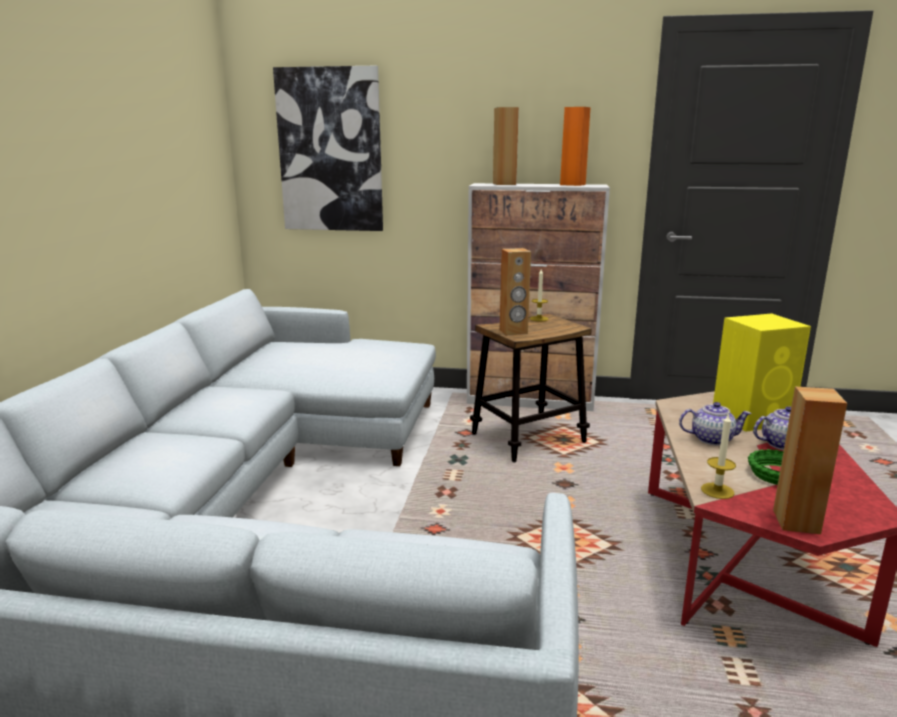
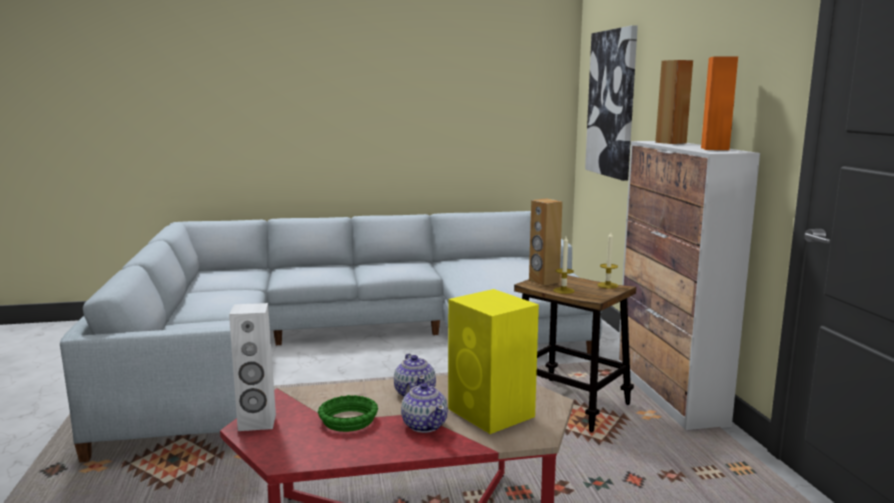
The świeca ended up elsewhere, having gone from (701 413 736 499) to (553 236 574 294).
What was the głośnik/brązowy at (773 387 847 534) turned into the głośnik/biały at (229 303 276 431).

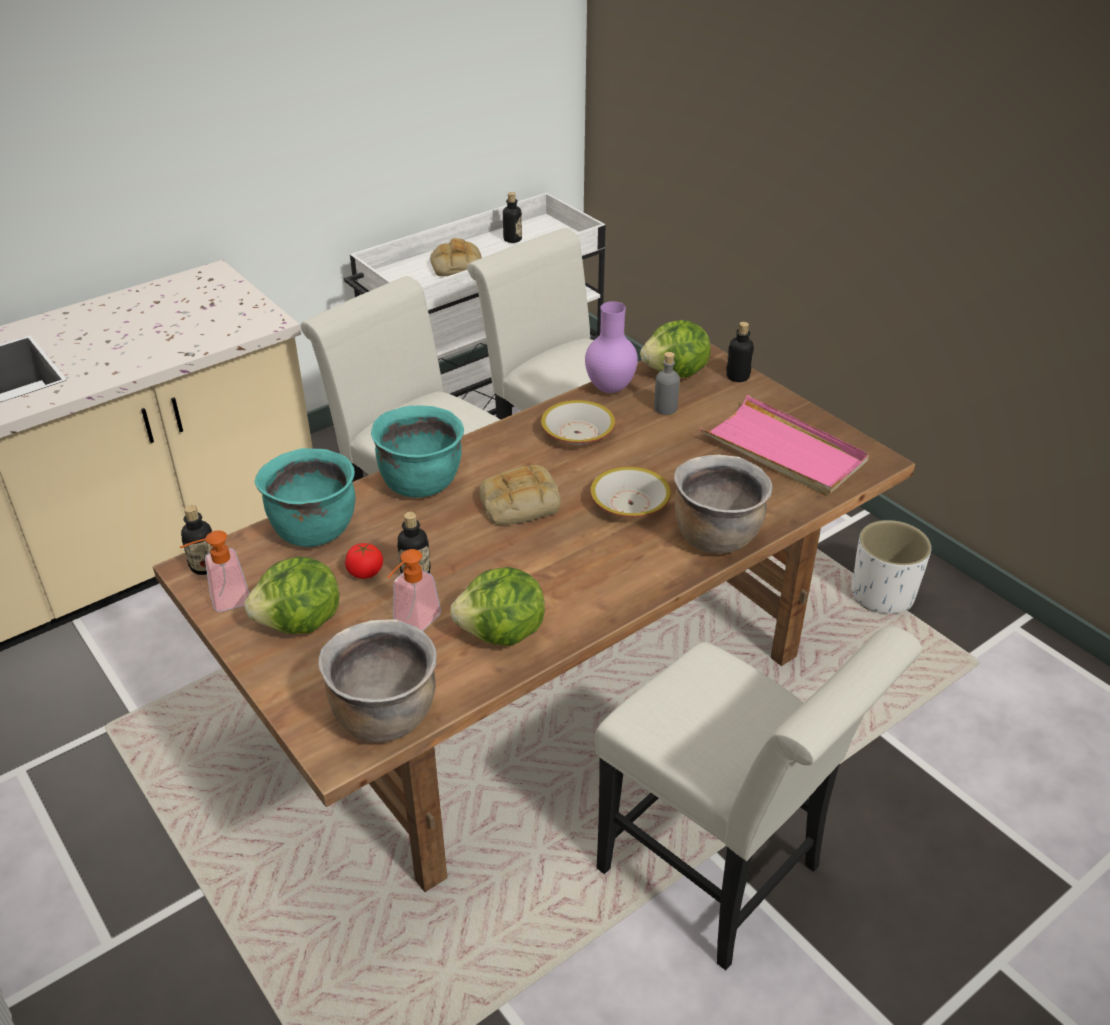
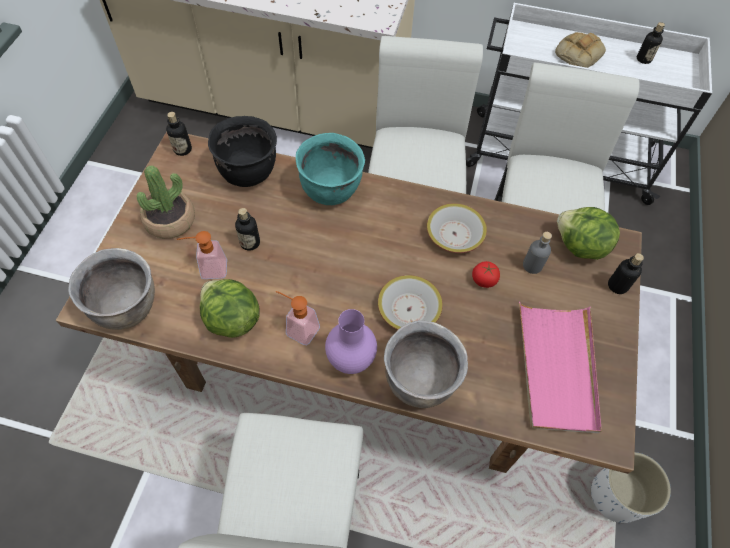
The second view lost the chleb at (480 465 561 525).
The dozownik mydła ended up elsewhere, having gone from (180 530 249 612) to (276 291 320 346).
The pomidor ended up elsewhere, having gone from (345 543 383 579) to (472 261 500 288).
The wazon/fioletowy ended up elsewhere, having gone from (585 301 638 393) to (325 309 377 374).
Where the sałata stood at (245 557 339 634), the roślina doniczkowa came to stand at (137 165 195 239).
What was the garnek/turkusowy at (255 448 356 547) turned into the garnek/czarny at (208 116 277 187).

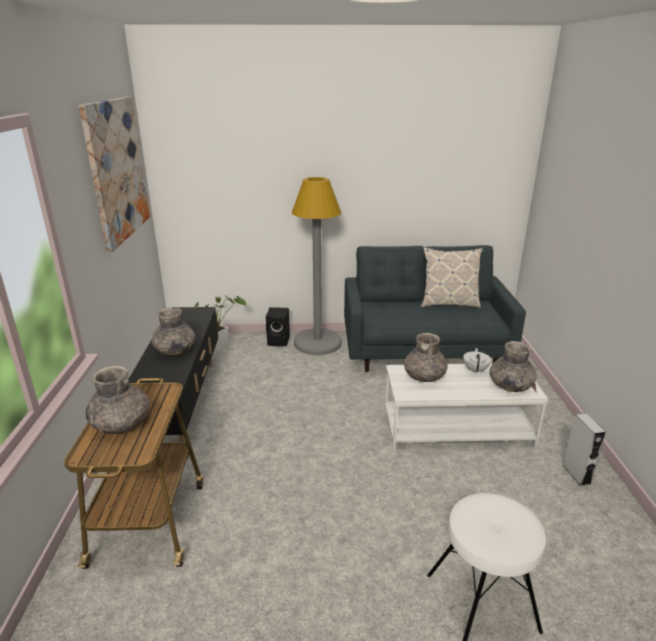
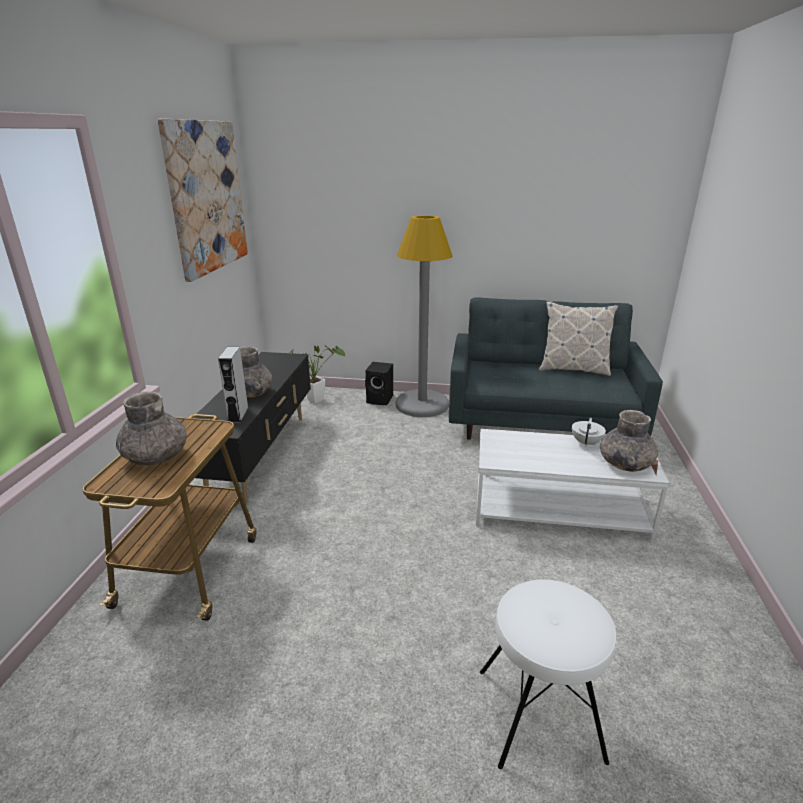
The second view lost the wazon/szary at (404 333 448 382).
The głośnik/szary ended up elsewhere, having gone from (562 413 606 486) to (218 347 248 423).

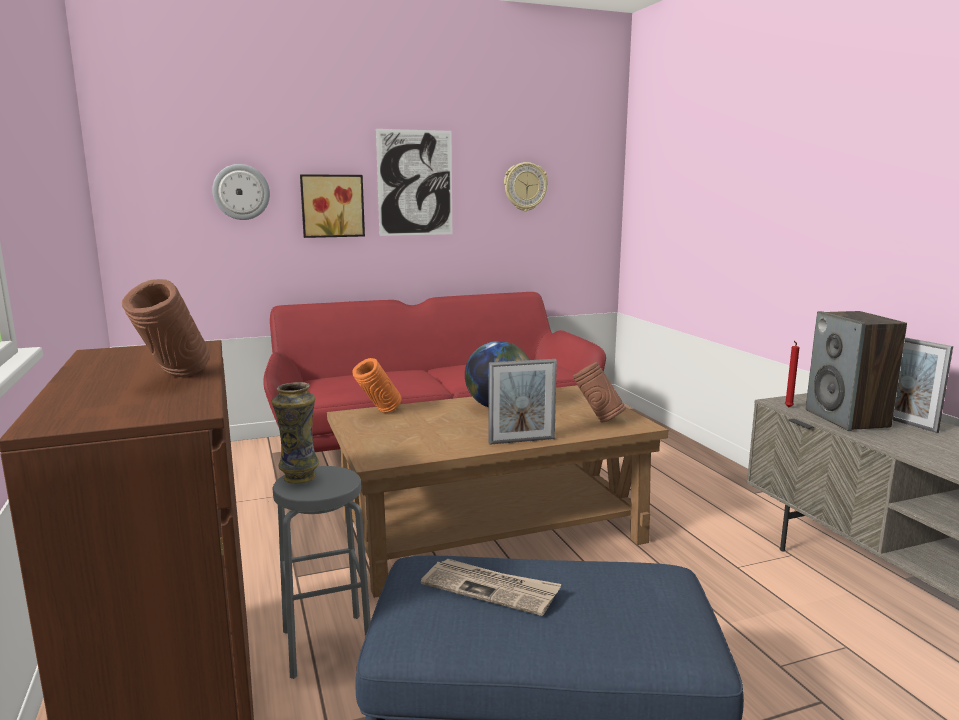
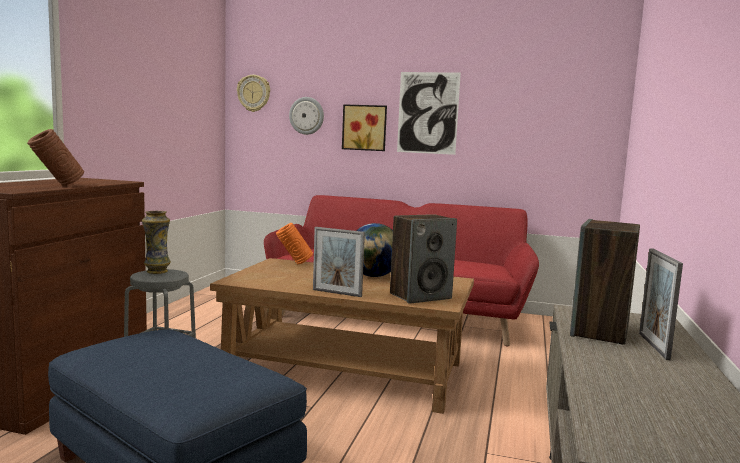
The second view lost the gazeta at (421 558 561 616).
The second view lost the świeca/czerwony at (784 341 799 407).
The zegar ścienny ended up elsewhere, having gone from (504 162 548 211) to (237 75 270 112).
Where the wazon/brązowy stood at (573 362 626 423), the głośnik came to stand at (390 214 457 304).

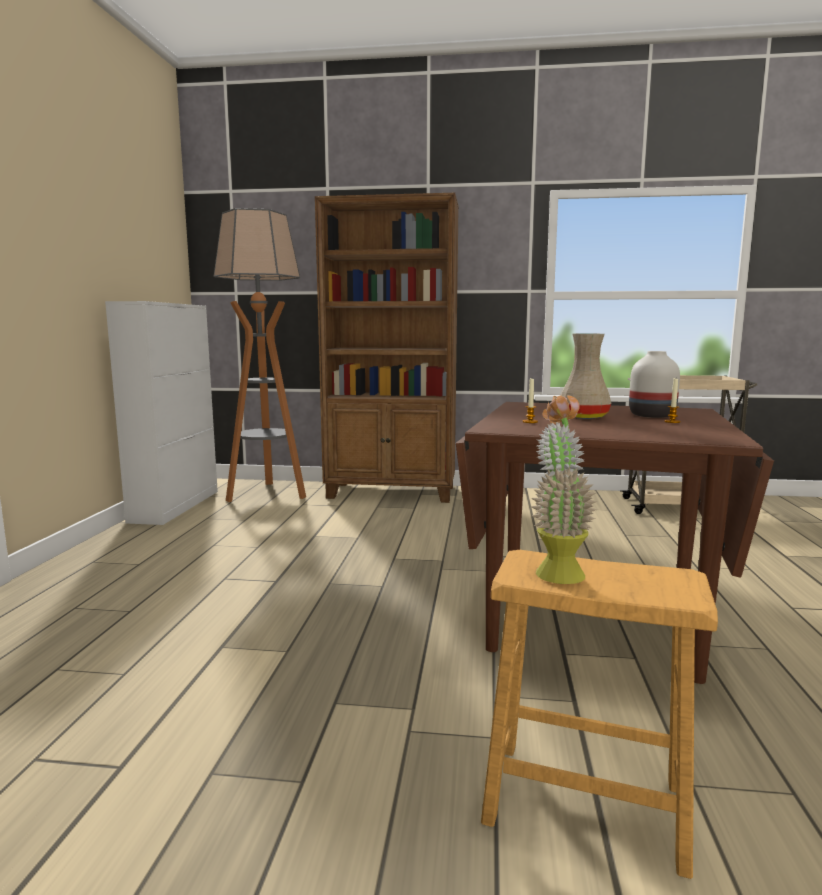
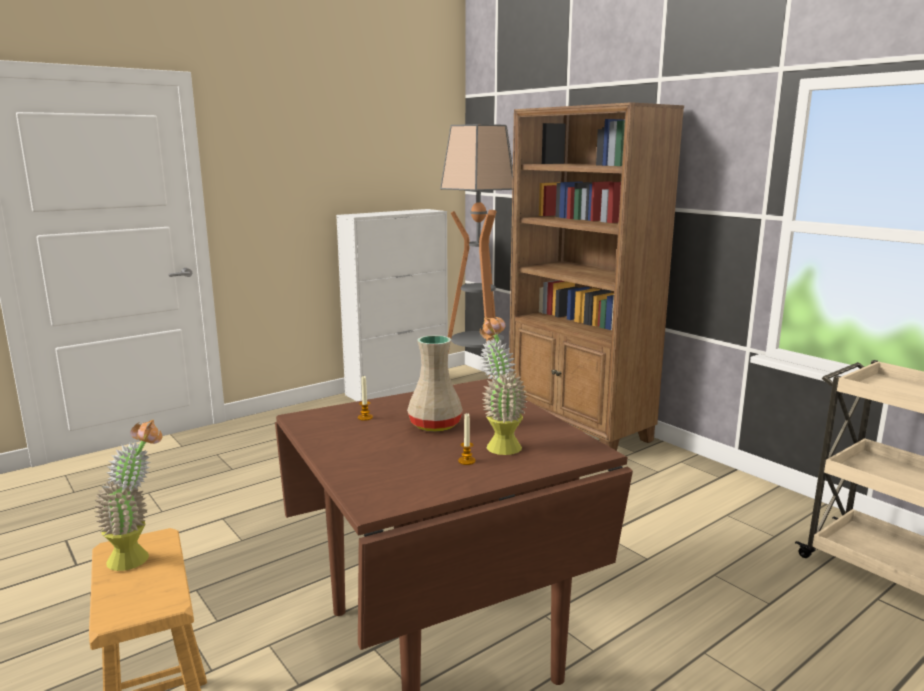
Where the wazon/biały stood at (629 351 680 418), the roślina doniczkowa came to stand at (480 317 528 455).

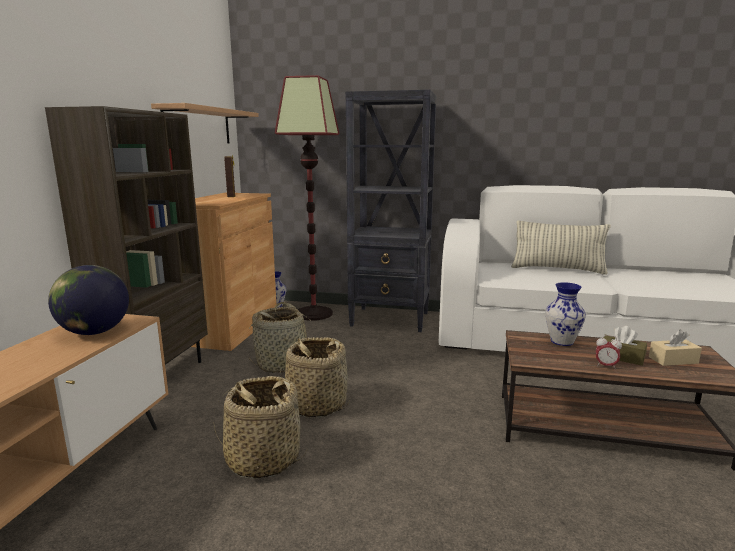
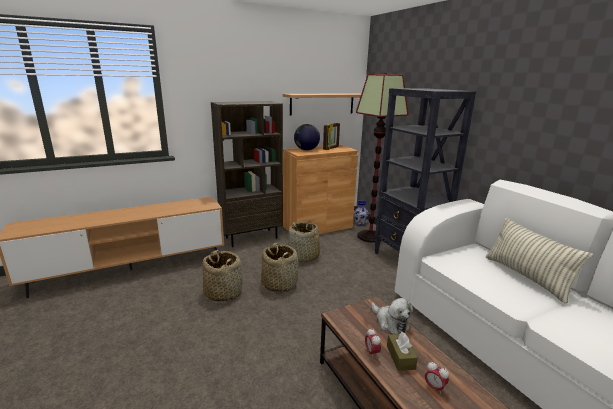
The globus ended up elsewhere, having gone from (48 265 129 335) to (294 124 320 151).
Where the wazon stood at (545 282 586 346), the pluszak came to stand at (371 298 413 334).
Where the pudełko chusteczek/beżowy stood at (649 329 702 366), the budzik came to stand at (425 361 449 394).

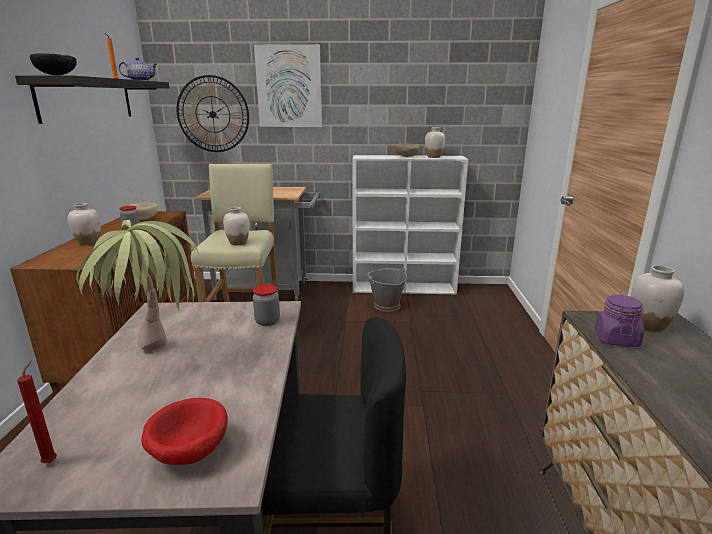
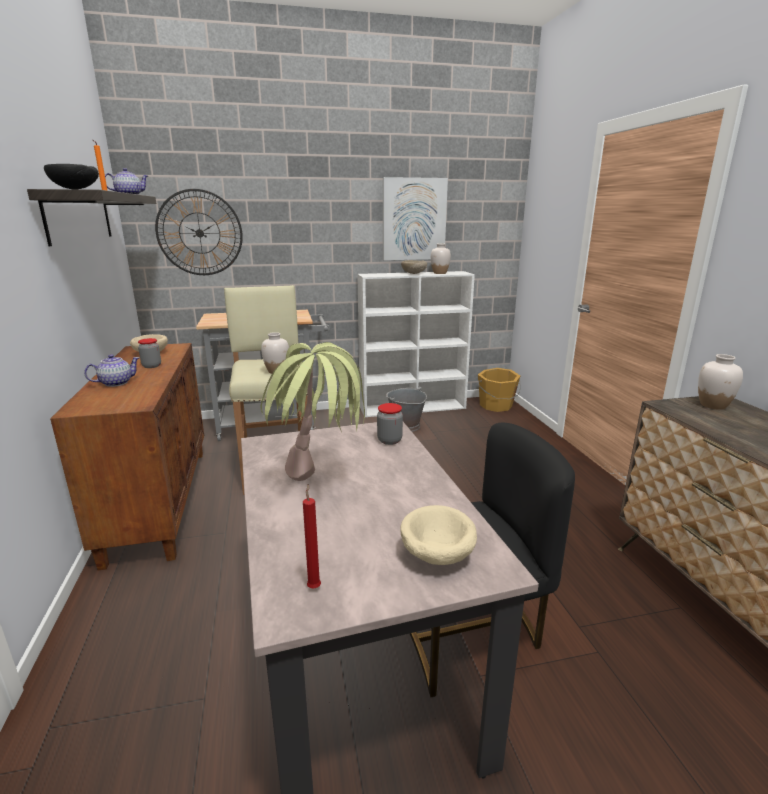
The second view lost the słoik/fioletowy at (595 295 644 347).
The second view gained the wiadro/pomarańczowy at (478 368 521 412).
The obraz ended up elsewhere, having gone from (254 44 322 127) to (383 177 448 260).
Where the wazon/biały stood at (68 203 101 245), the imbryk came to stand at (84 354 140 387).
What was the miska/czerwony at (141 398 228 465) turned into the miska/beżowy at (401 505 477 565).

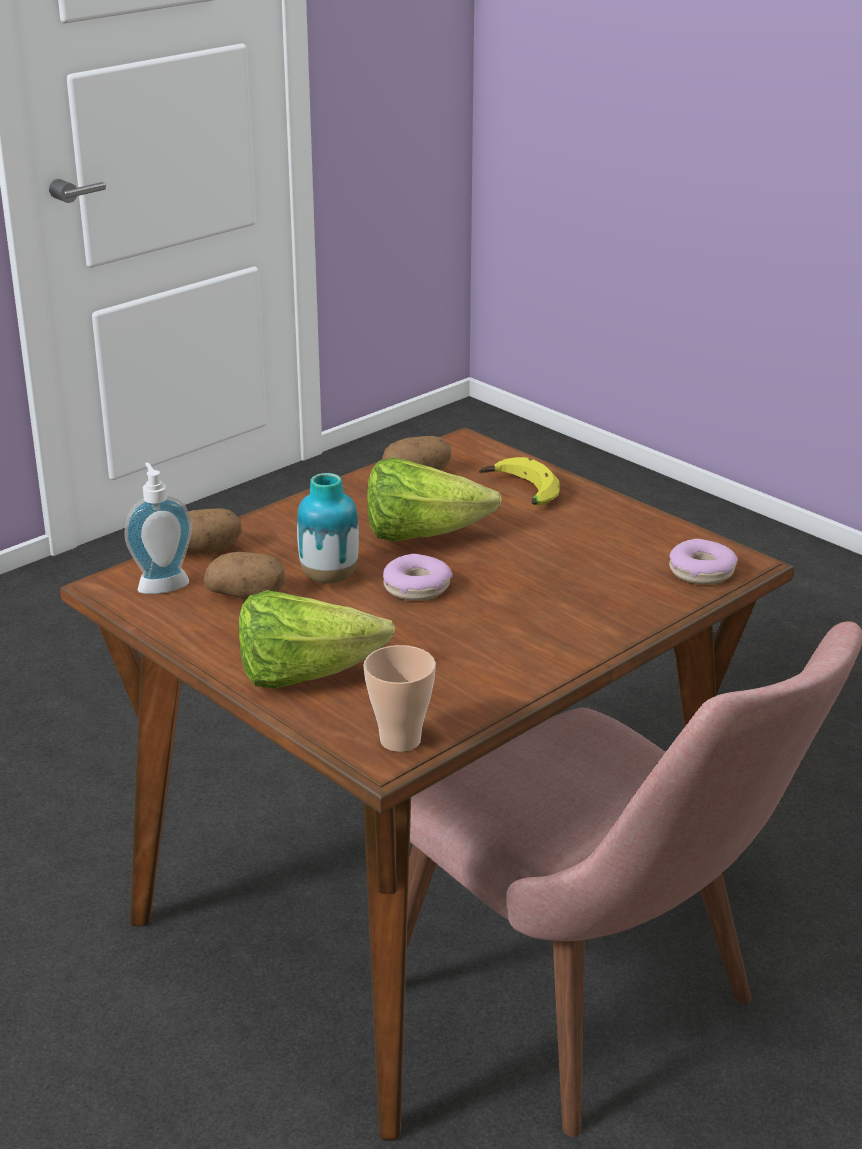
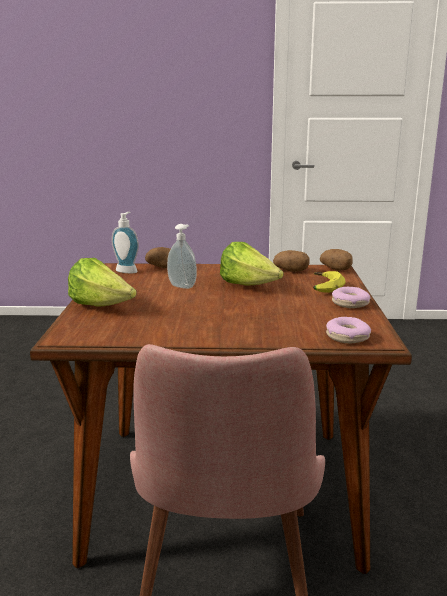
The second view lost the filiżanka at (363 645 436 752).
The ziemniak ended up elsewhere, having gone from (203 552 285 599) to (320 249 353 271).
The donut ended up elsewhere, having gone from (383 554 452 601) to (332 287 371 308).
Where the wazon stood at (297 473 359 584), the dozownik mydła came to stand at (167 224 197 289).

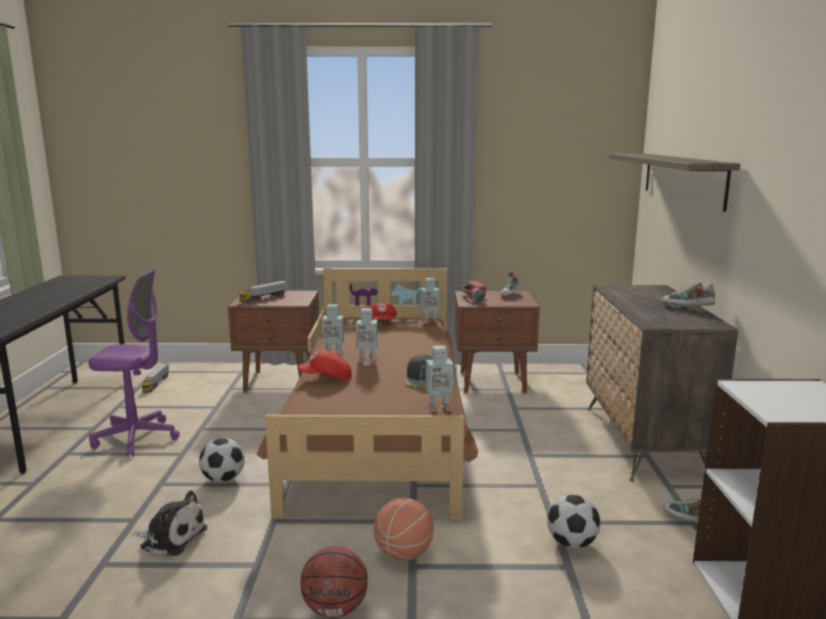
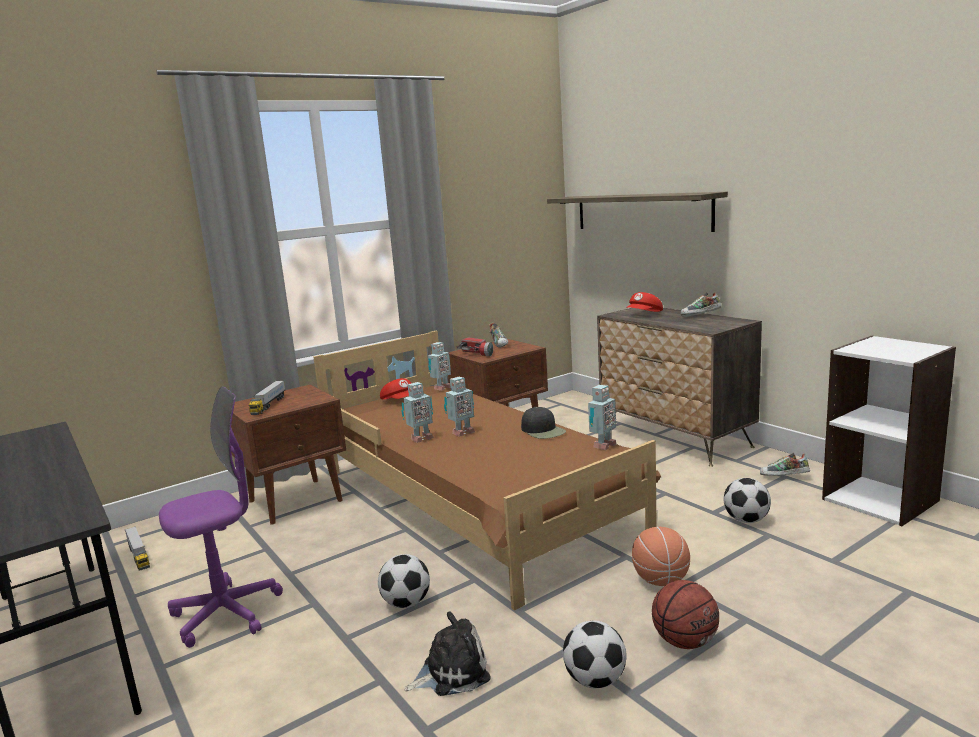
The second view gained the piłka futbolowa at (563 621 627 688).
The czapka z daszkiem/czerwony ended up elsewhere, having gone from (298 350 352 379) to (626 292 663 312).

